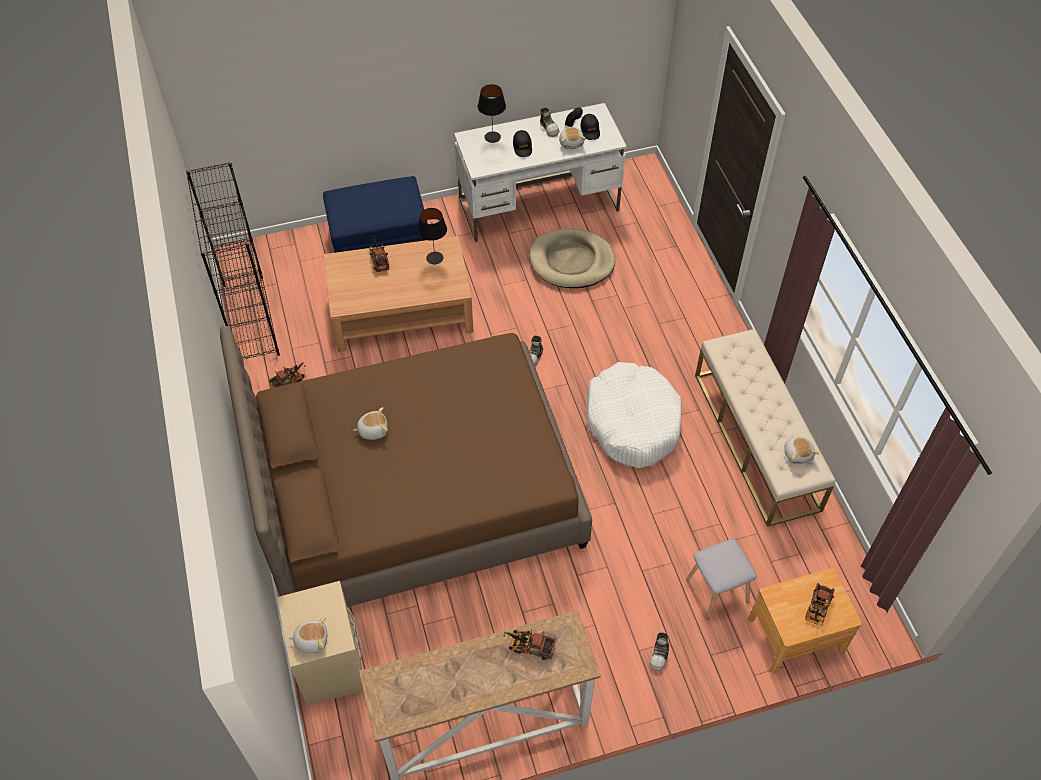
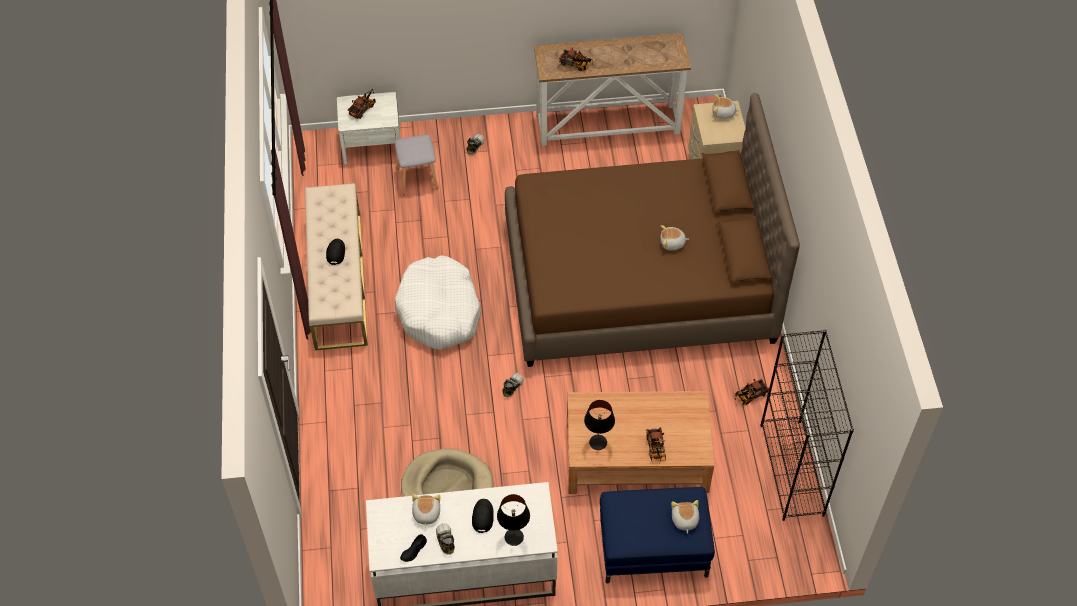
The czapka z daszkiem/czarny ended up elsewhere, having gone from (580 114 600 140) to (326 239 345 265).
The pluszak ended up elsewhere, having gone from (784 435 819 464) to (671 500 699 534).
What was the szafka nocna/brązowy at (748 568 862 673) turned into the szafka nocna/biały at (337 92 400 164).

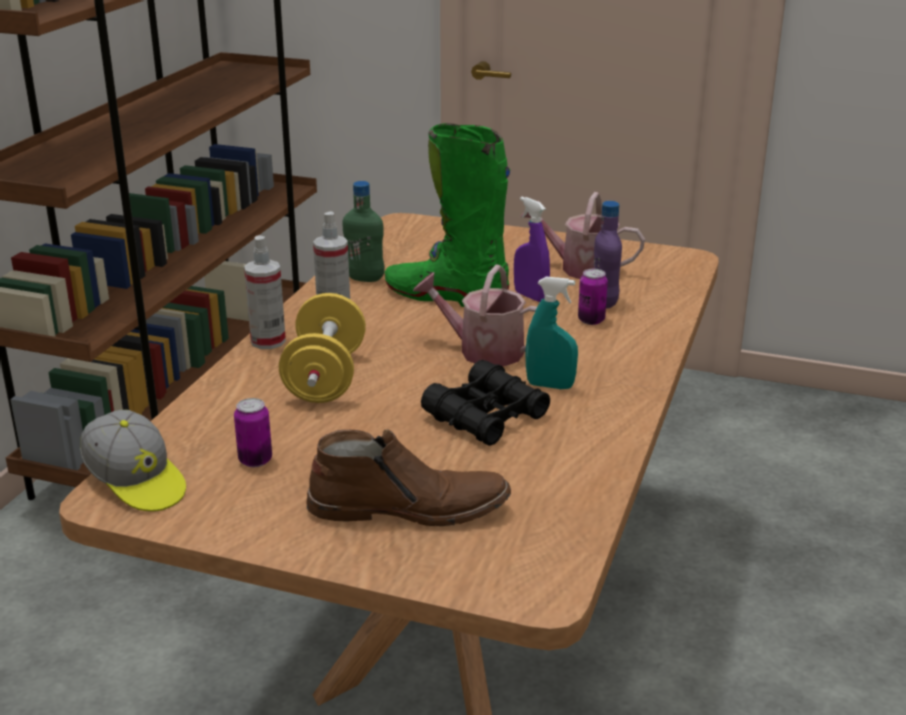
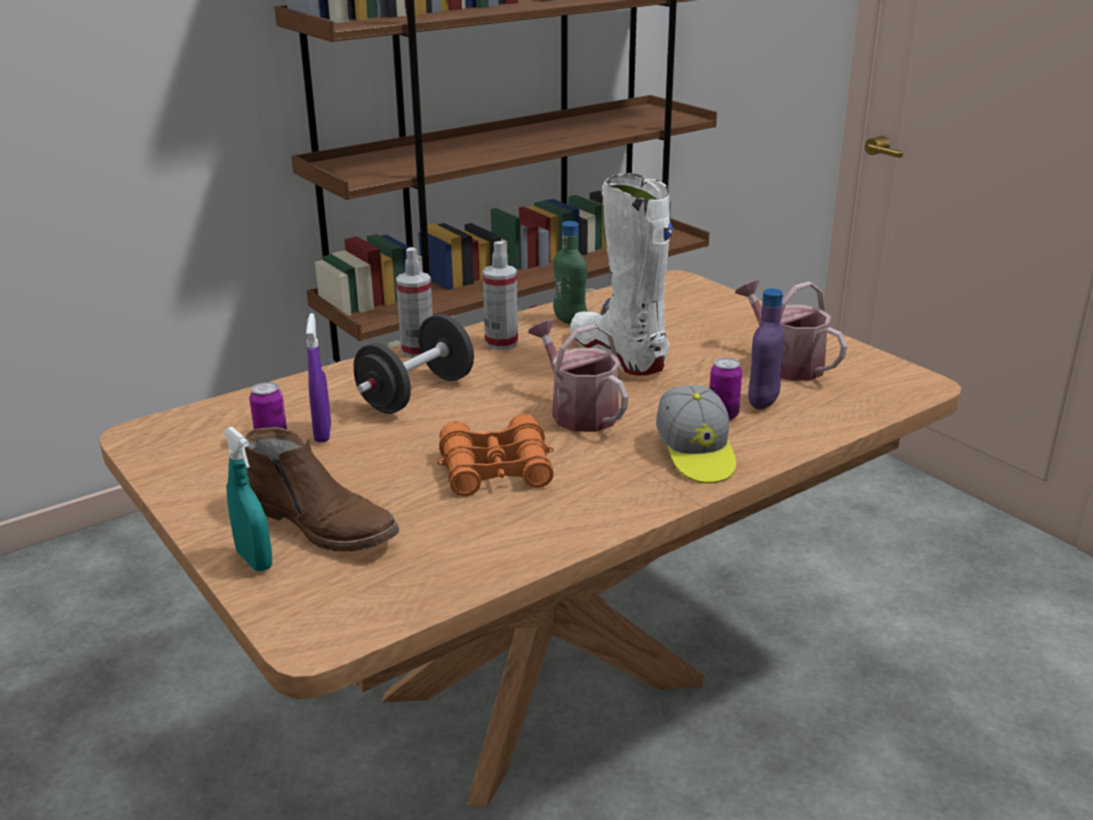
The czapka z daszkiem ended up elsewhere, having gone from (80 410 186 512) to (656 385 736 483).
The spryskiwacz/fioletowy ended up elsewhere, having gone from (514 196 550 302) to (306 313 331 442).
The spryskiwacz/turkusowy ended up elsewhere, having gone from (526 276 578 389) to (223 427 272 571).
What was the hantel/żółty at (279 293 366 403) turned into the hantel/czarny at (354 314 474 414).
What was the but z cholewką/zielony at (384 123 510 307) turned into the but z cholewką/biały at (570 173 673 376).
What was the lornetka/czarny at (421 360 550 446) turned into the lornetka/pomarańczowy at (437 414 554 496).

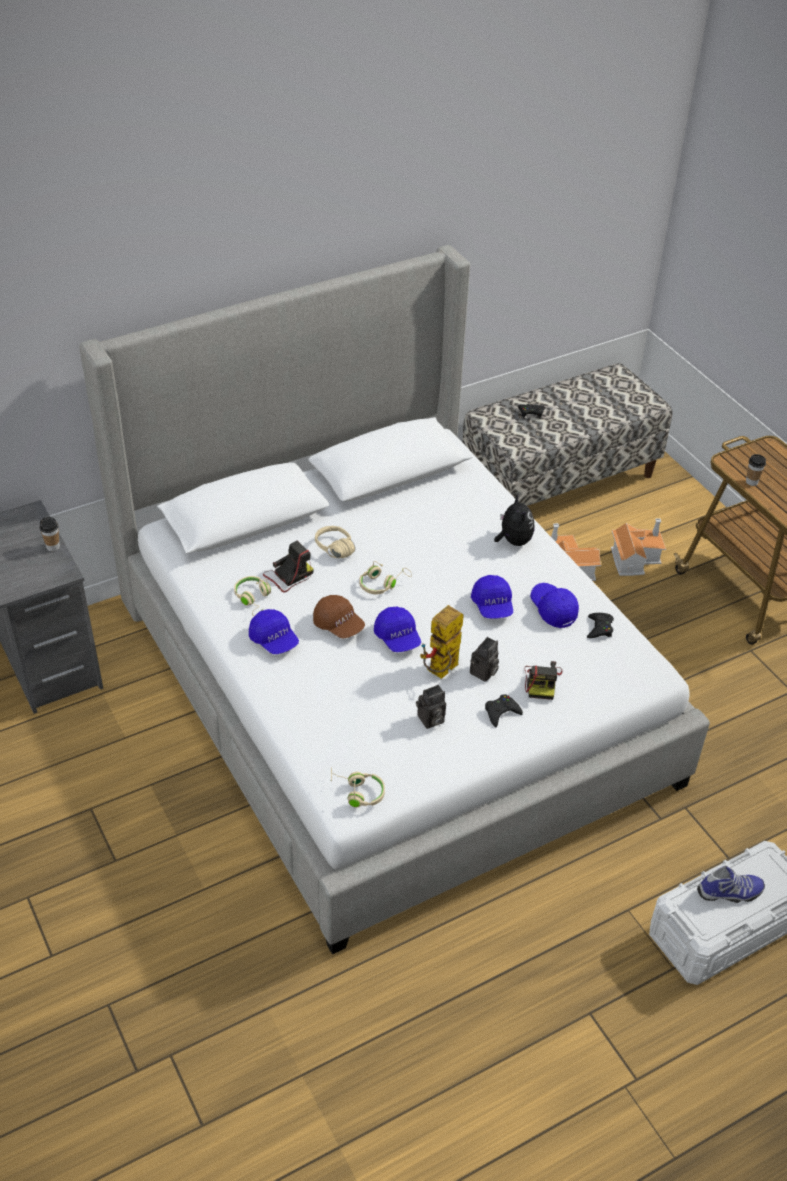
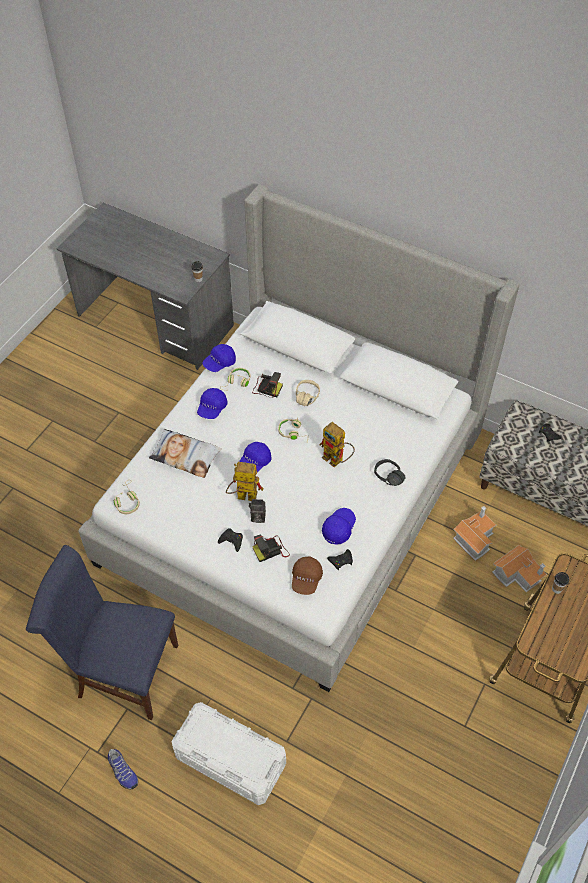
The second view lost the aparat fotograficzny at (416 685 446 729).
The second view gained the krzesło/niebieski at (26 545 178 720).
The second view gained the poduszka at (149 429 221 478).
The second view gained the robot zabawkowy at (319 422 355 468).
The czapka z daszkiem/brązowy ended up elsewhere, having gone from (313 595 365 639) to (292 556 323 595).
The czapka z daszkiem/niebieski ended up elsewhere, having gone from (471 575 513 619) to (202 344 236 372).
The but ended up elsewhere, having gone from (697 866 765 903) to (108 749 138 790).
Where the pluszak stood at (494 495 535 546), the słuchawki/czarny came to stand at (374 459 406 486).

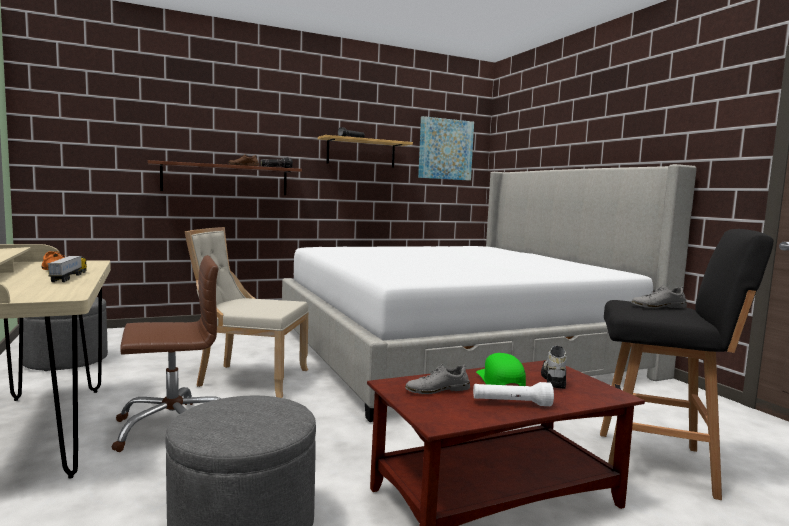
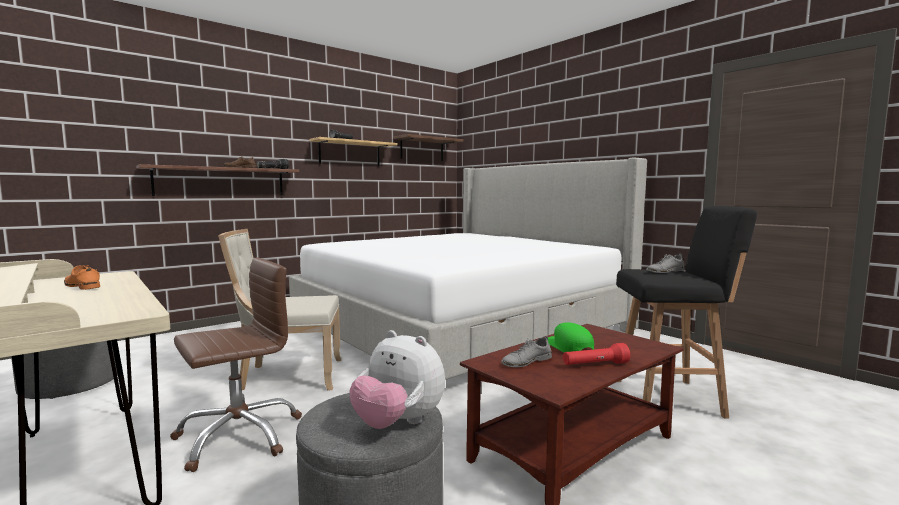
The second view lost the ciężarówka zabawkowa at (47 256 87 282).
The second view lost the but at (541 345 567 389).
The second view gained the pluszak at (349 330 445 429).
Where the obraz hung at (418 116 474 181), the półka/brązowy came to hang at (393 134 463 161).
What was the latarka/biały at (473 382 554 406) turned into the latarka/czerwony at (563 343 630 365).

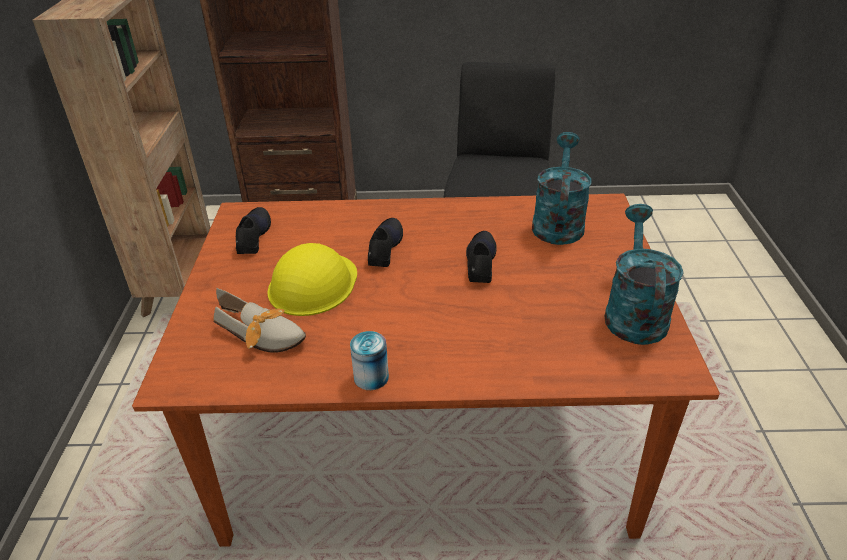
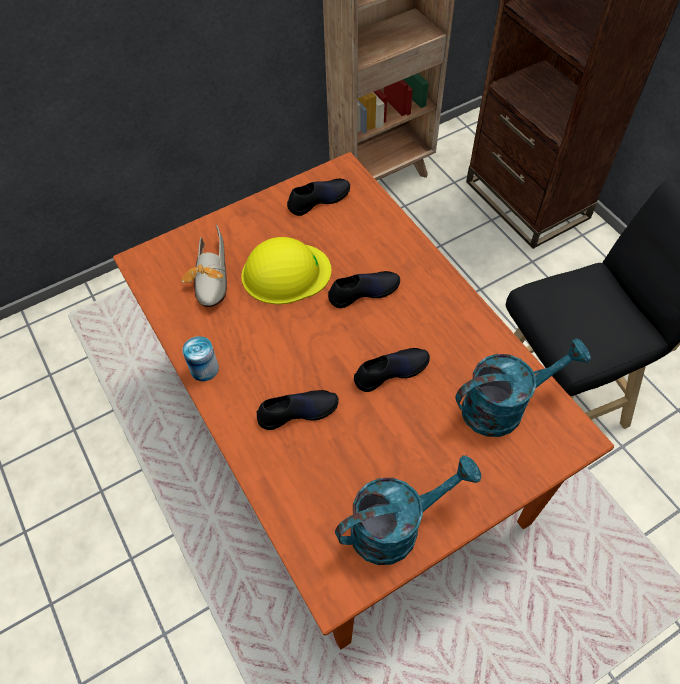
The second view gained the but/czarny at (257 390 339 430).

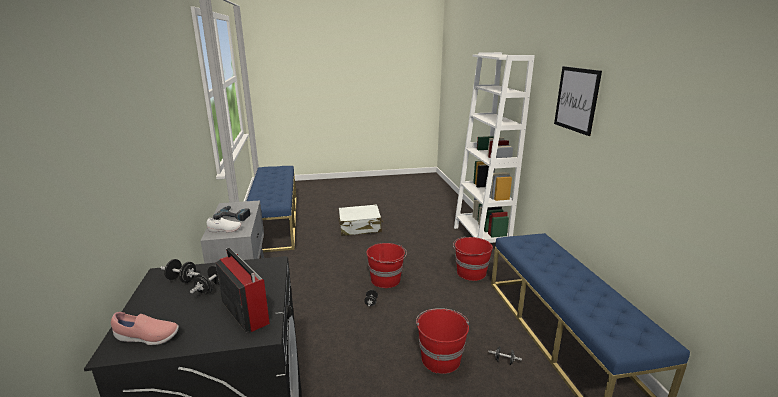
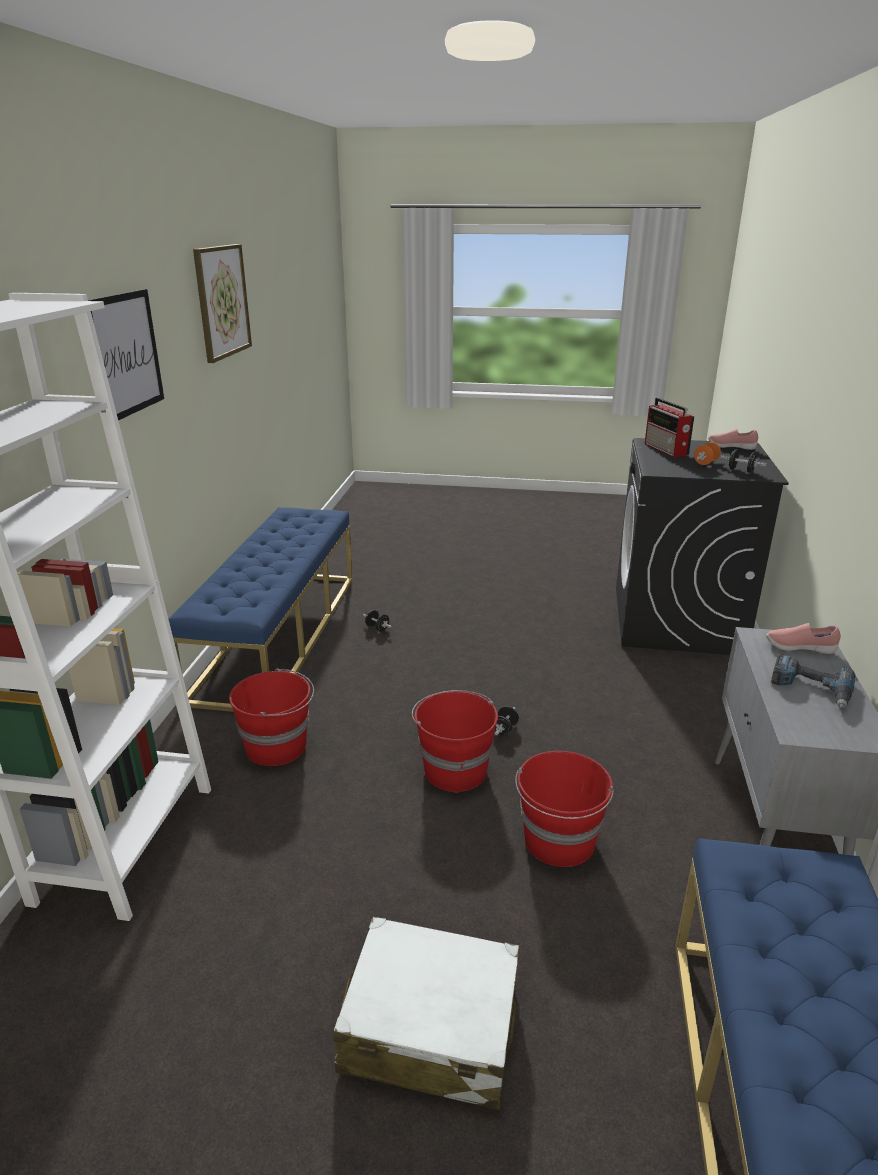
The second view gained the obraz at (193 244 252 363).
The wiadro/czerwony ended up elsewhere, having gone from (416 308 469 374) to (515 751 614 867).
What was the hantel/czarny at (190 265 219 294) turned into the hantel/pomarańczowy at (694 442 721 465).
What was the but/biały at (207 218 241 232) turned into the but/różowy at (766 623 841 654).

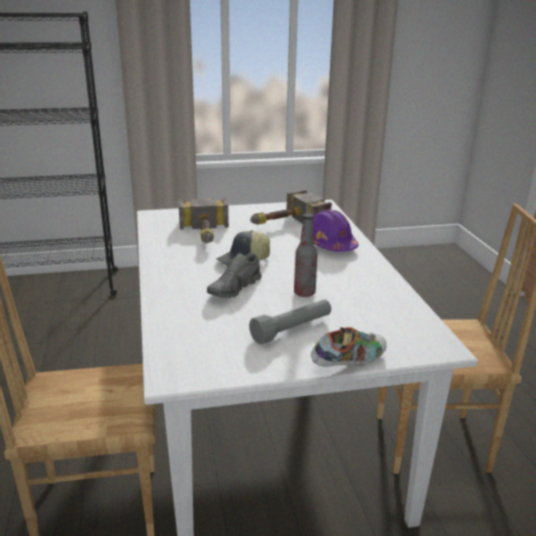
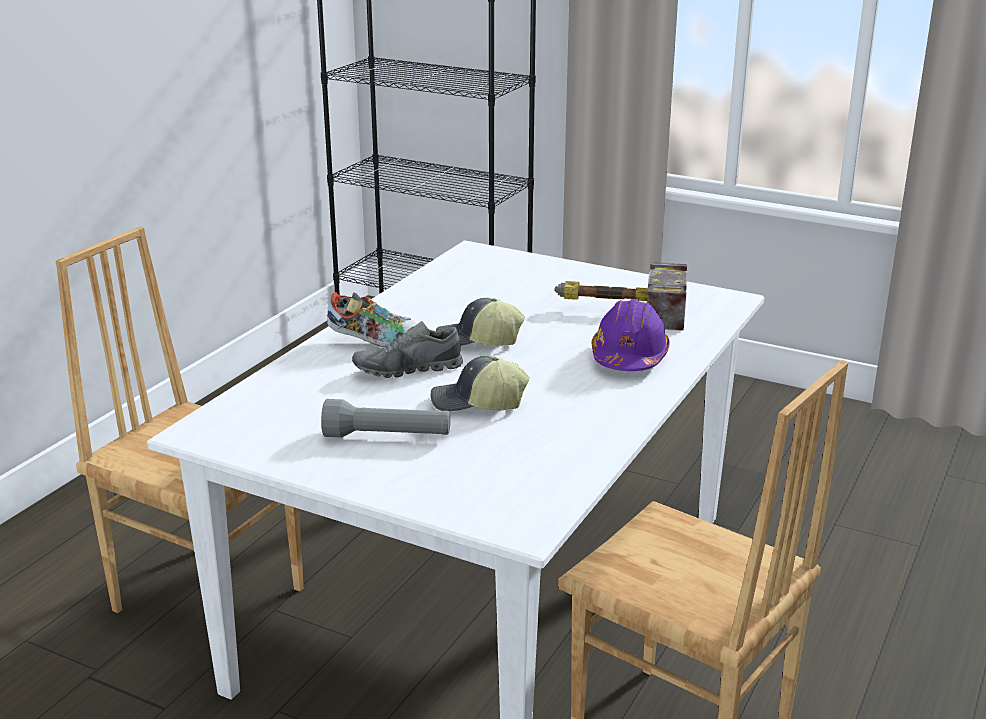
The second view lost the młotek at (178 198 229 243).
The but ended up elsewhere, having gone from (311 327 387 367) to (327 292 418 347).
Where the butelka stood at (294 214 318 297), the czapka z daszkiem came to stand at (431 355 530 412).

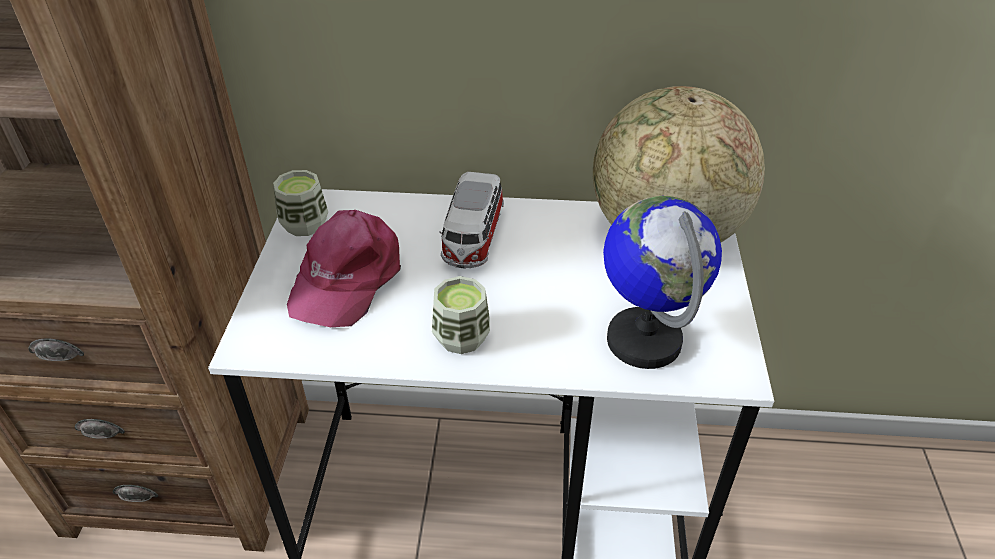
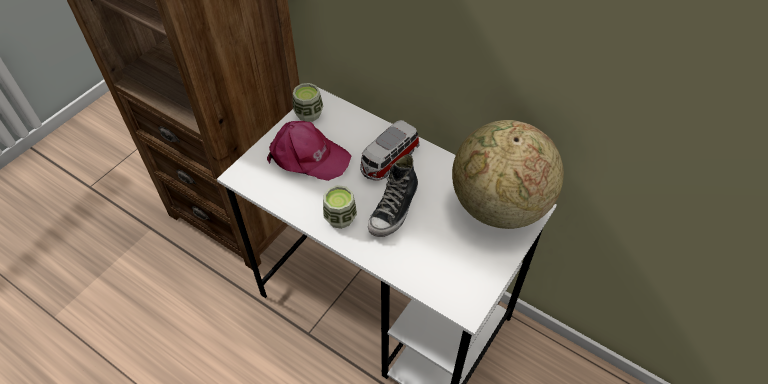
The second view lost the globus at (603 196 722 369).
The second view gained the but at (368 154 418 237).
The czapka z daszkiem/różowy at (287 210 401 327) ended up facing another way, 120 degrees counterclockwise from before.

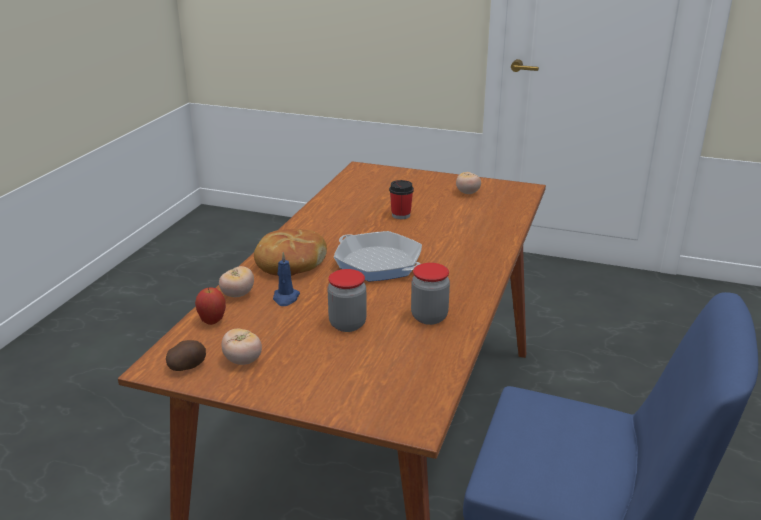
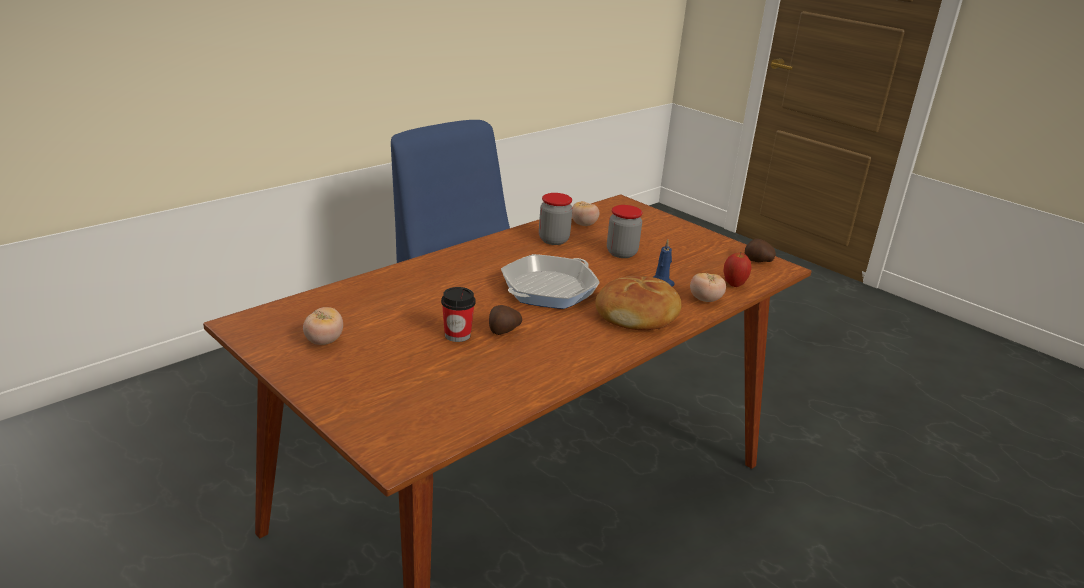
The second view gained the ziemniak at (489 305 522 335).
The pomidor ended up elsewhere, having gone from (222 329 262 365) to (572 201 599 226).
The patelnia at (334 231 422 282) ended up facing another way, 120 degrees counterclockwise from before.

